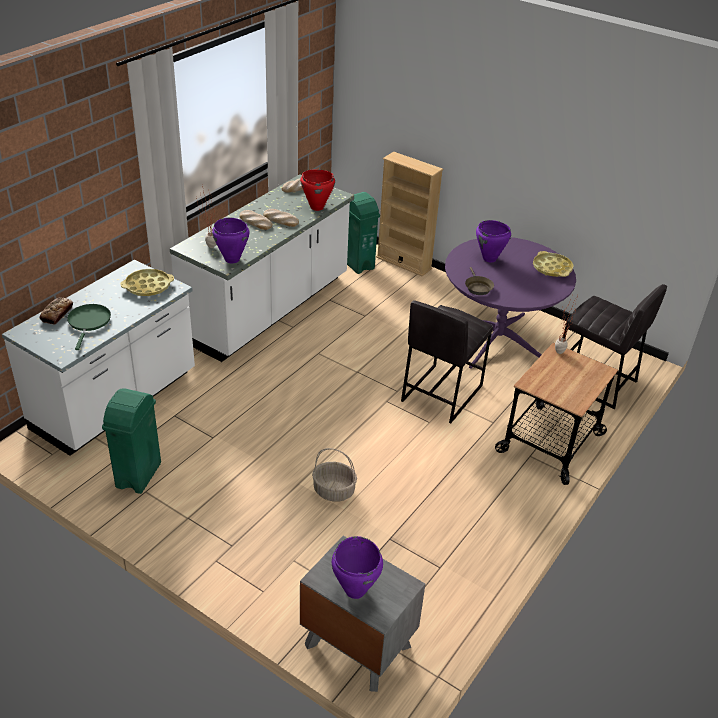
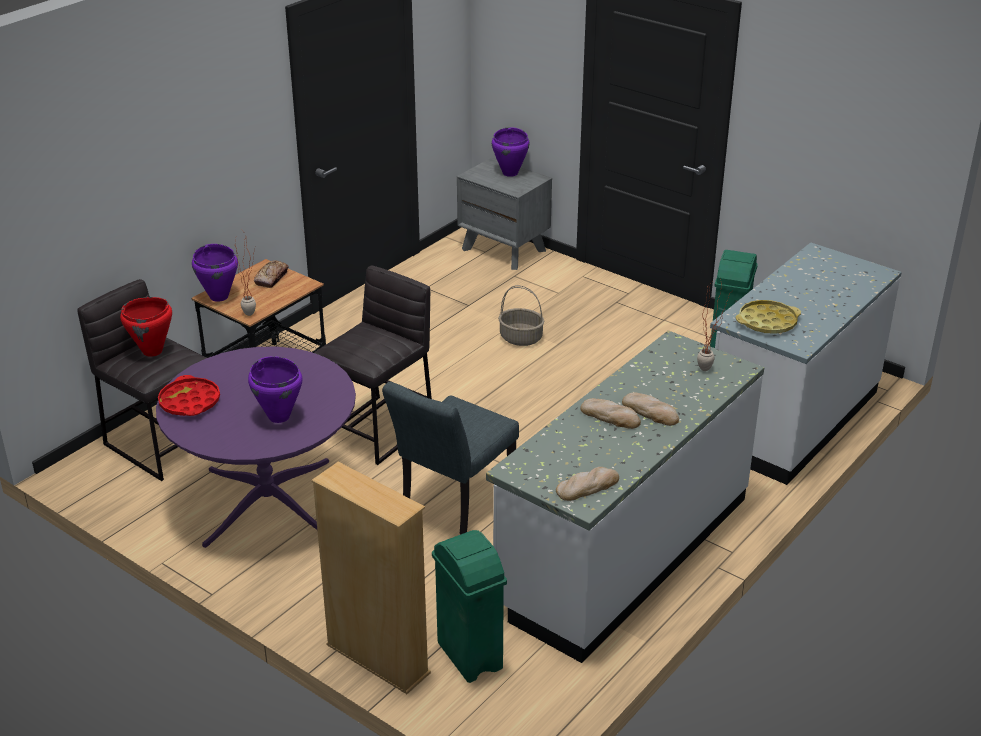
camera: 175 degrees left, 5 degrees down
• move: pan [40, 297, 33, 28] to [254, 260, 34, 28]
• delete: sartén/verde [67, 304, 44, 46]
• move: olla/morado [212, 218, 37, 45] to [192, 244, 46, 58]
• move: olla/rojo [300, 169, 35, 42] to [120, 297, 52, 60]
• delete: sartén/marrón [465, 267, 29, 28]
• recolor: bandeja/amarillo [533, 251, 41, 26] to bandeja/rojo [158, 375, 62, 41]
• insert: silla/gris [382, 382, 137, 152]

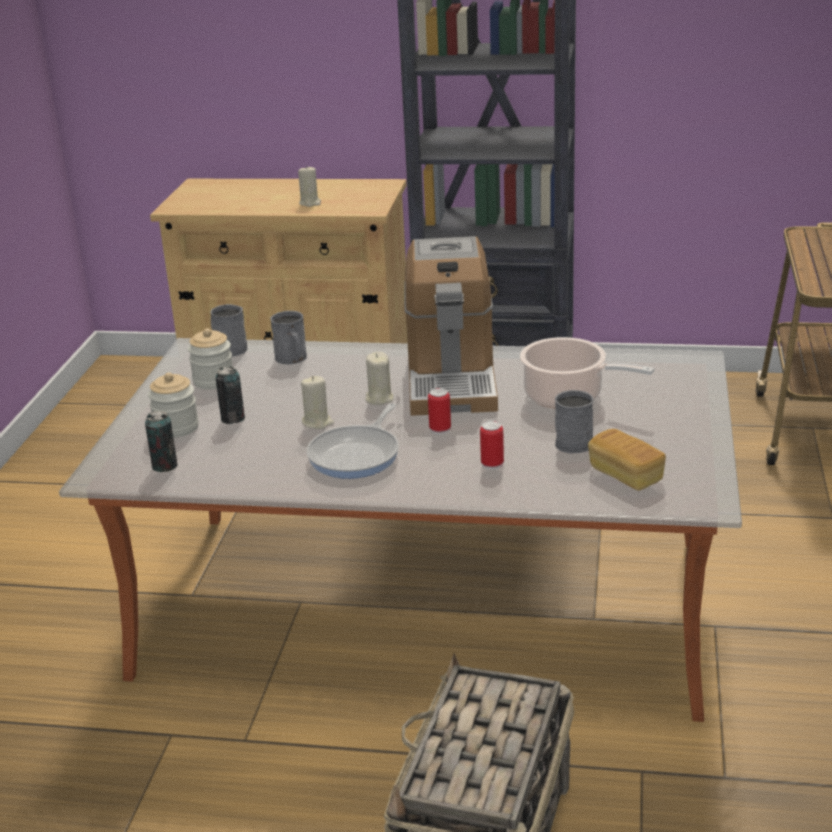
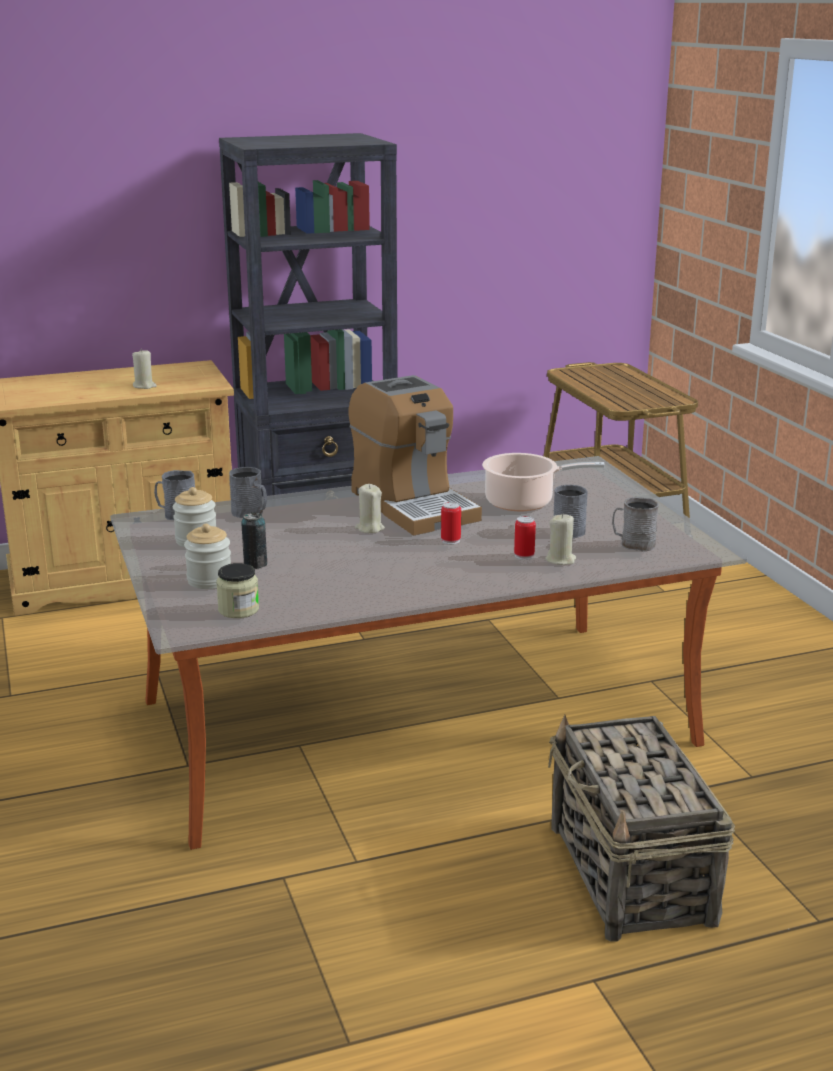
camera: 30 degrees left, 5 degrees down
• replace: lata [145, 411, 32, 61] to tarro [216, 563, 43, 55]
• move: vela/beis [301, 376, 33, 53] to [545, 514, 31, 51]
• delete: sartén [307, 403, 92, 76]
• replace: pan [588, 429, 78, 61] to taza grande/gris [612, 497, 47, 55]

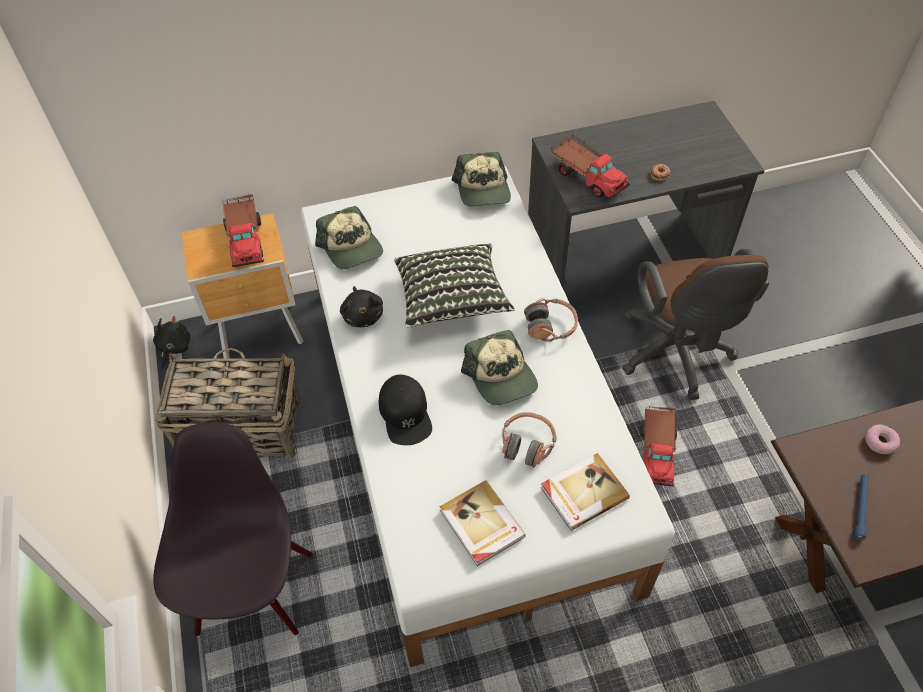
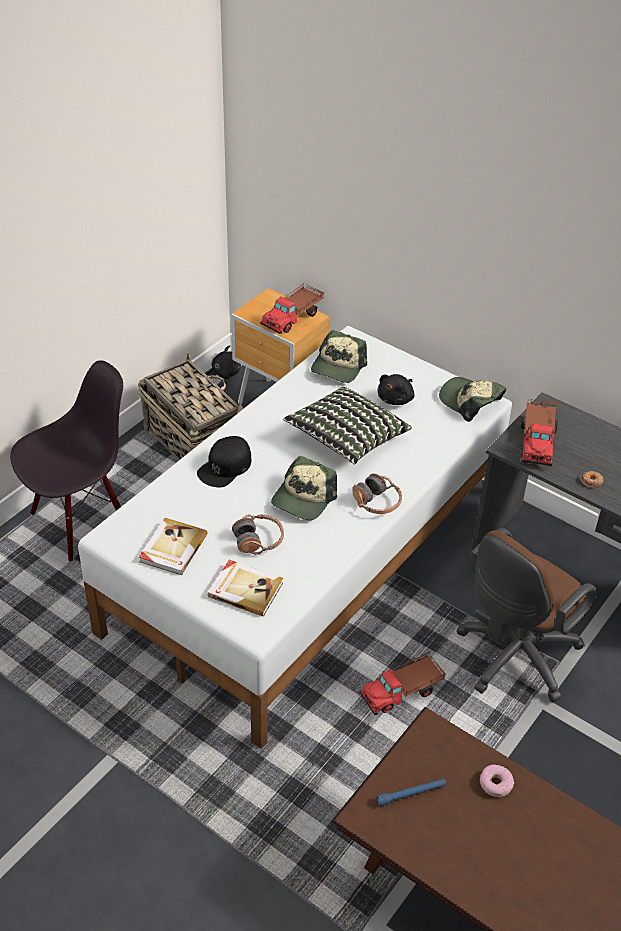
camera: 50 degrees right, 10 degrees down
• move: peluche/negro [340, 286, 43, 41] to [377, 374, 38, 31]
• rotate: gorra [452, 152, 59, 55] = [439, 377, 67, 45] 90 degrees clockwise

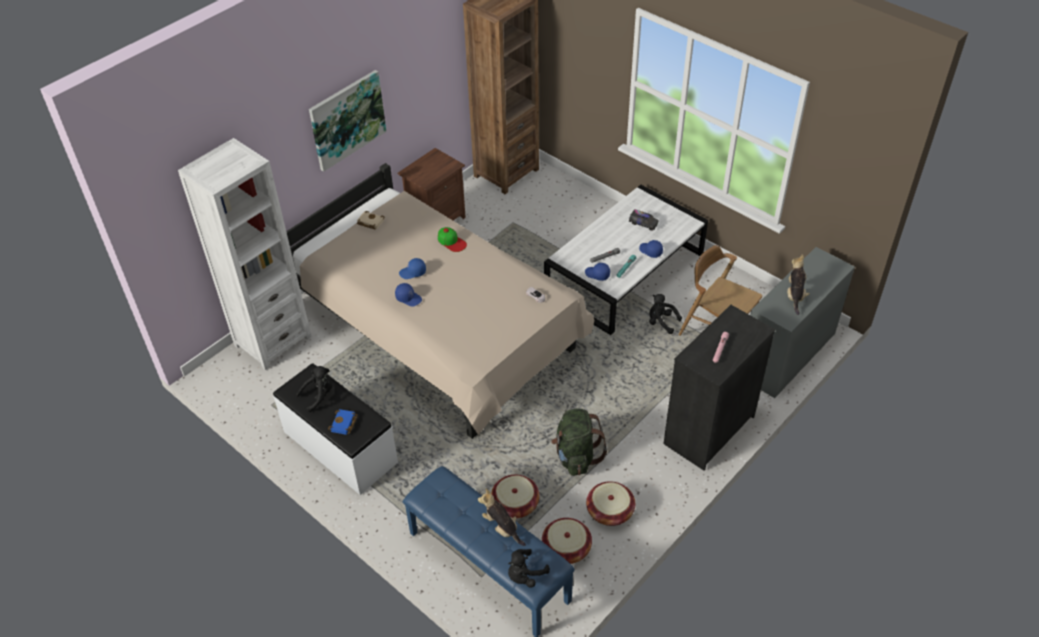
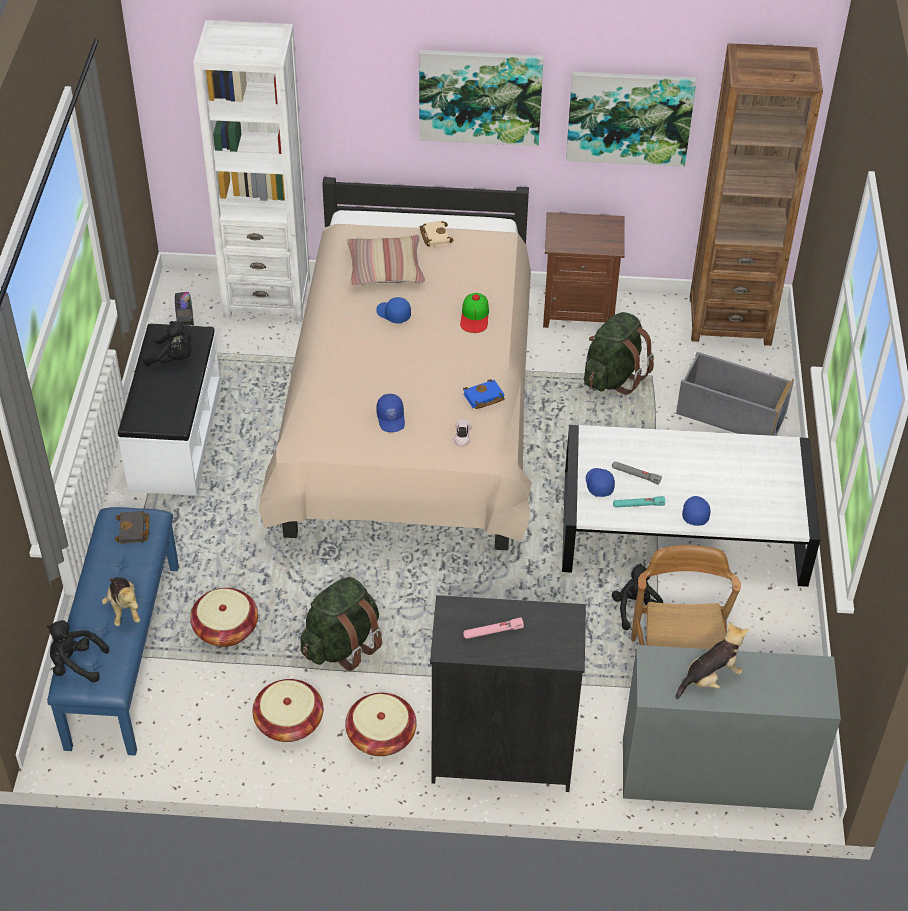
camera: 50 degrees right, 0 degrees up
• move: libro/azul [328, 409, 30, 26] to [463, 379, 42, 30]
• move: gorra/azul [395, 283, 27, 24] to [376, 394, 29, 38]
• rotate: peluche [478, 489, 48, 57] = [102, 577, 38, 49] 150 degrees clockwise
• move: cesta [542, 518, 50, 46] to [345, 693, 72, 63]
• move: camión de juguete [629, 209, 30, 22] to [175, 292, 19, 34]
• insert: libro/negro [115, 511, 35, 33]
• insert: cojín [347, 235, 78, 51]
• insert: cuadro [566, 71, 131, 96]
• insert: mochila/verde [584, 312, 70, 83]
• insert: caja de almacenaje/gris [676, 352, 118, 84]

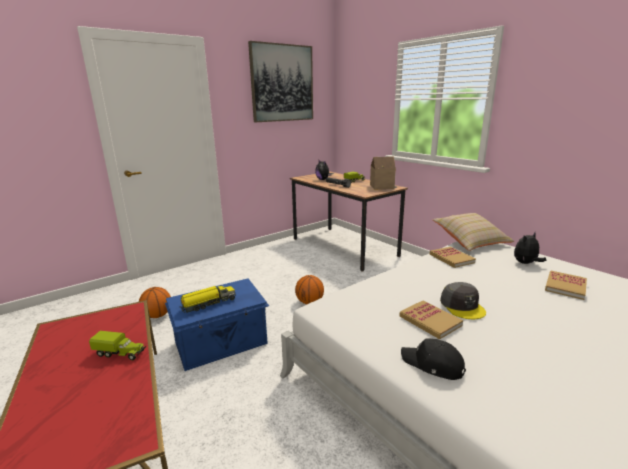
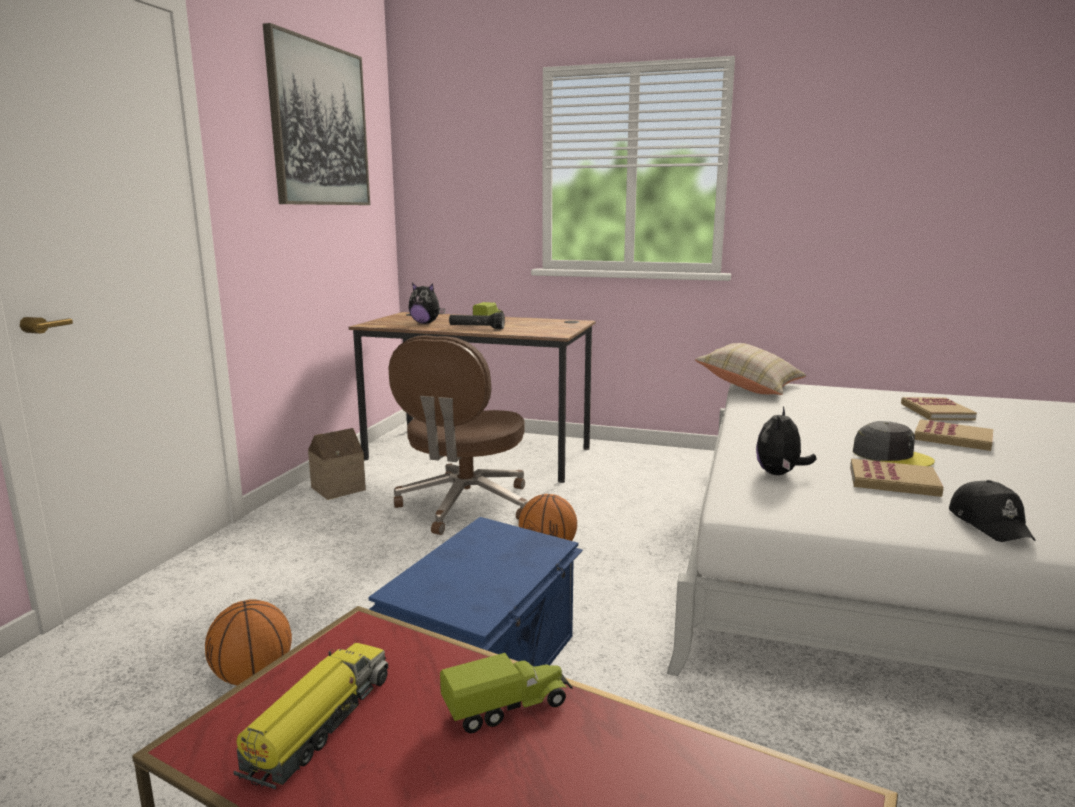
camera: 35 degrees left, 5 degrees down
• move: camión de juguete [180, 285, 56, 28] to [233, 643, 155, 147]
• move: casita [370, 156, 26, 33] to [308, 428, 58, 72]
• rotate: gorra/negro [401, 338, 65, 42] = [949, 480, 87, 62] 90 degrees counterclockwise
• move: libro [430, 247, 46, 21] to [914, 419, 79, 32]
• move: peluche [514, 233, 32, 31] to [756, 407, 60, 68]
• insert: silla de oficina/marrón [389, 335, 139, 200]

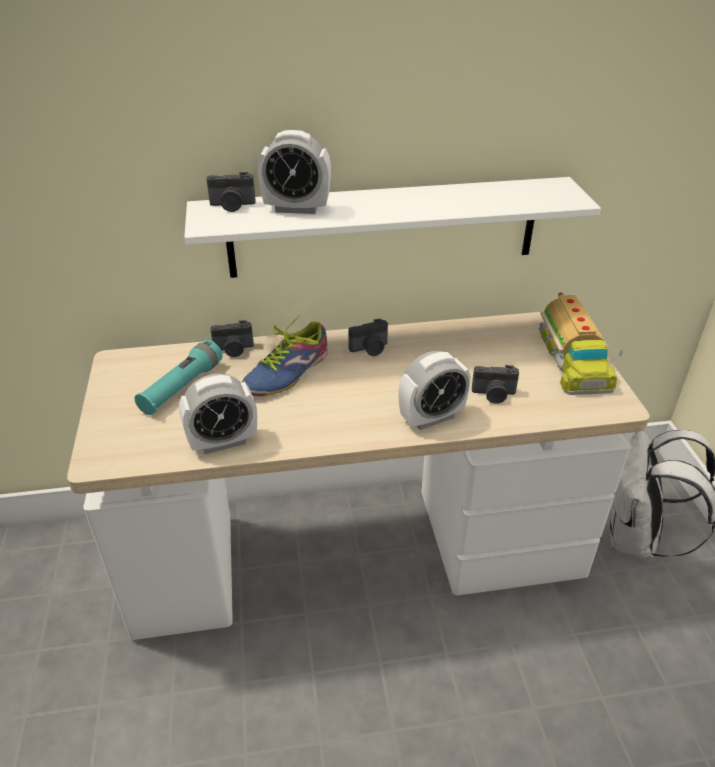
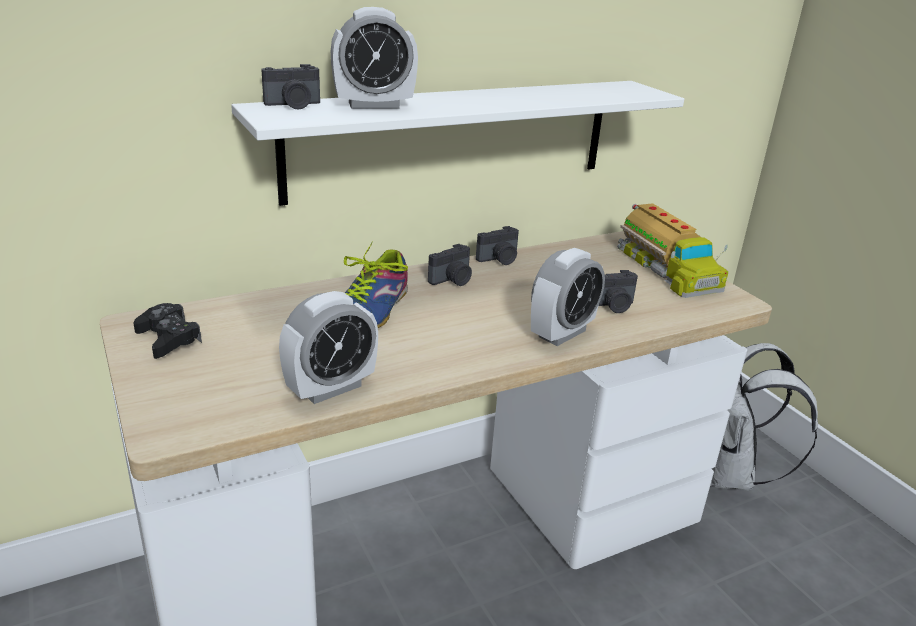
camera: 20 degrees left, 10 degrees down
• delete: linterna/turquesa [135, 340, 87, 75]
• move: cámara [210, 320, 44, 37] to [476, 226, 43, 39]
• insert: mando de consola/negro [133, 303, 69, 56]

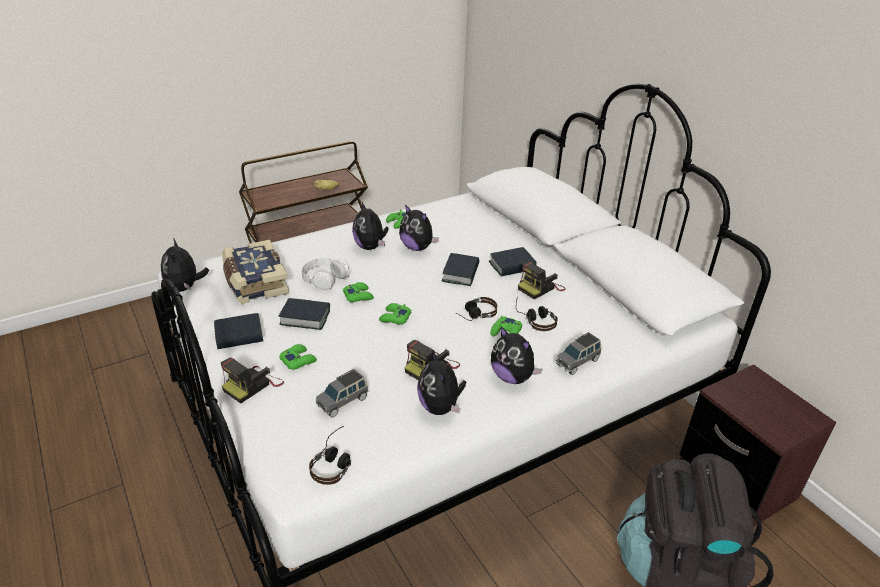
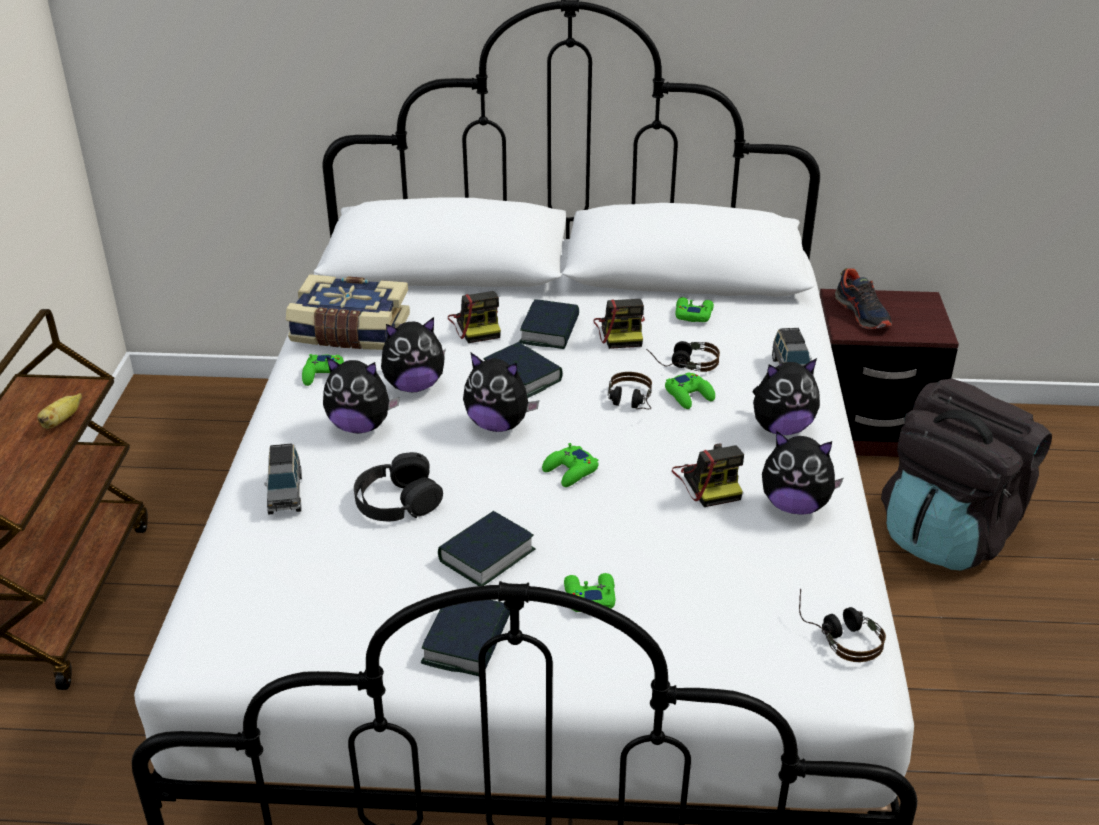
camera: 55 degrees left, 0 degrees up
• move: peluche [161, 238, 48, 54] to [463, 353, 76, 79]
• move: cámara [220, 358, 64, 46] to [448, 291, 53, 52]
• move: libro [222, 240, 67, 64] to [286, 274, 124, 76]
• recolor: auriculares/blanco [301, 257, 49, 33] to auriculares/negro [354, 452, 89, 69]
• move: coche de juguete/gris [316, 369, 52, 49] to [264, 443, 38, 72]
• move: mando de consola/verde [343, 282, 31, 20] to [675, 297, 39, 25]
• insert: zapato [835, 268, 57, 62]

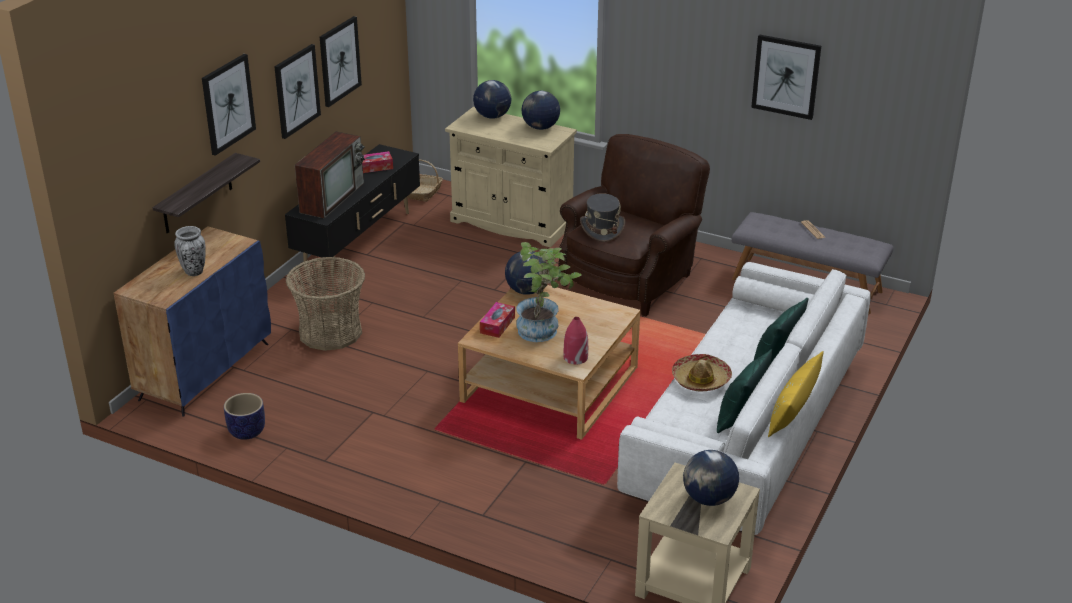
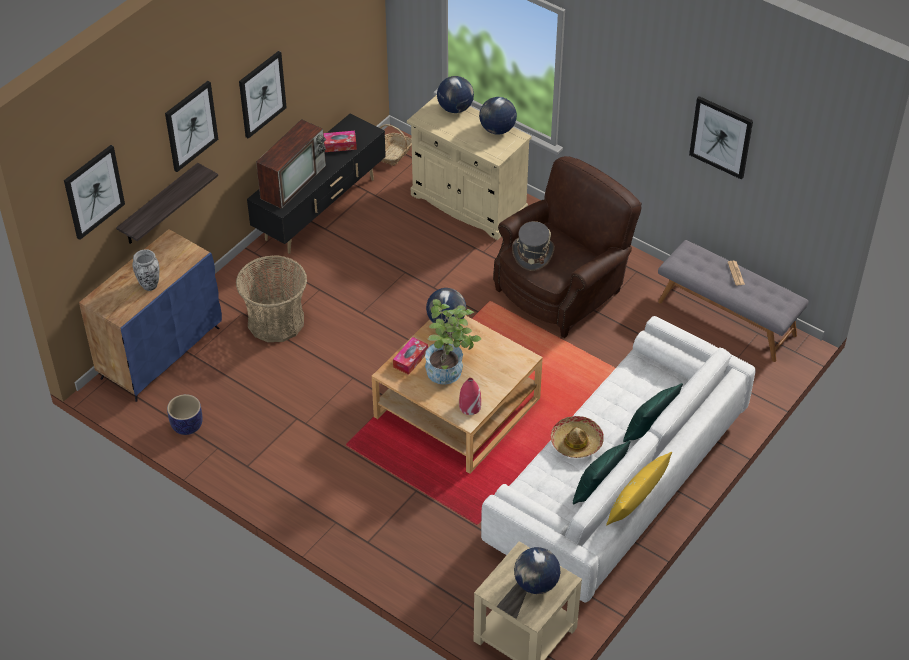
camera: 10 degrees right, 15 degrees up
• move: cuadro [320, 16, 42, 91] to [64, 145, 61, 95]

